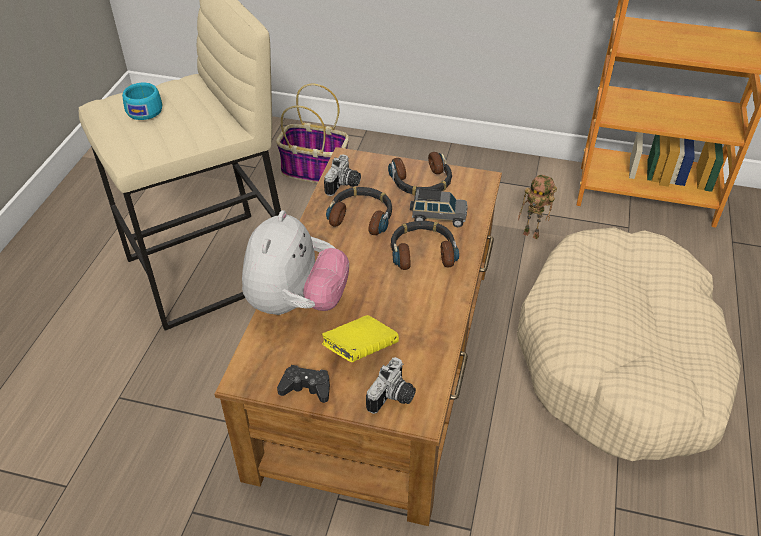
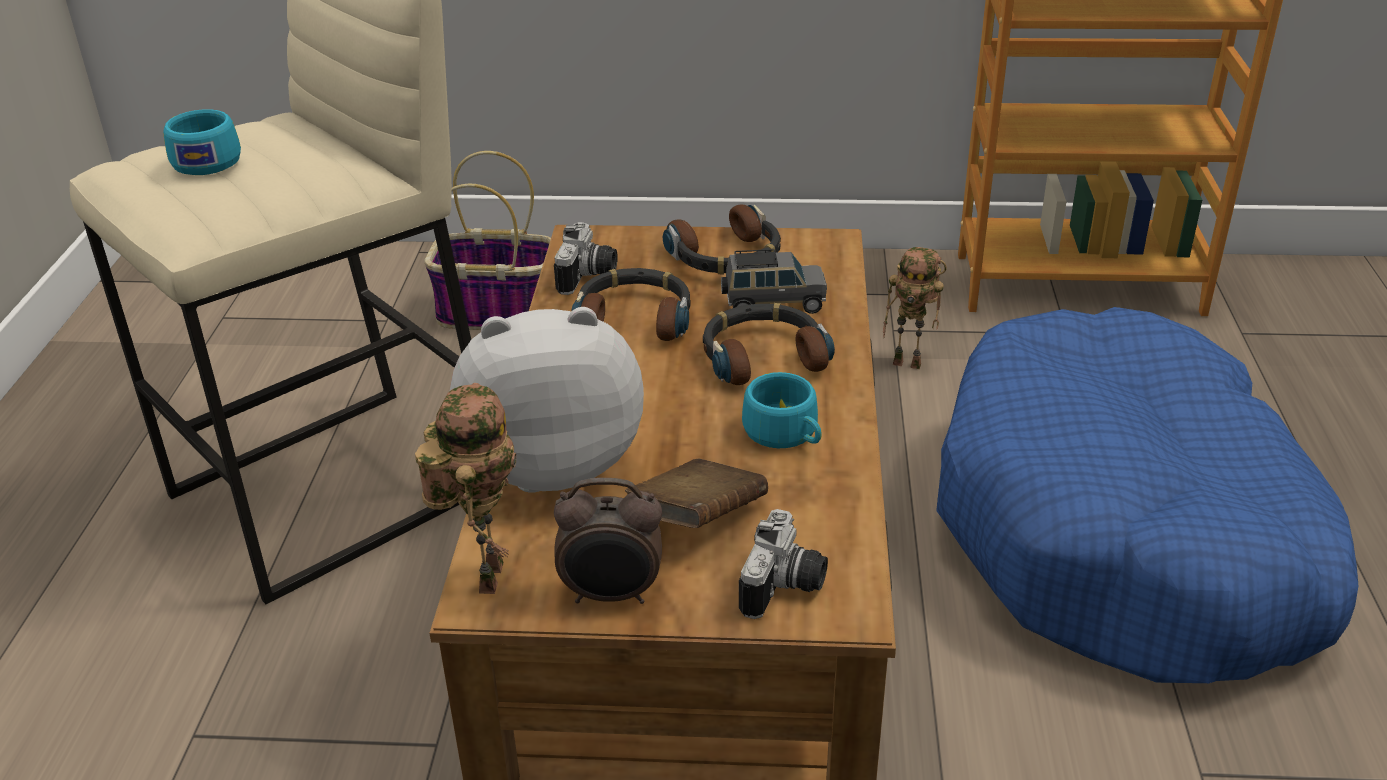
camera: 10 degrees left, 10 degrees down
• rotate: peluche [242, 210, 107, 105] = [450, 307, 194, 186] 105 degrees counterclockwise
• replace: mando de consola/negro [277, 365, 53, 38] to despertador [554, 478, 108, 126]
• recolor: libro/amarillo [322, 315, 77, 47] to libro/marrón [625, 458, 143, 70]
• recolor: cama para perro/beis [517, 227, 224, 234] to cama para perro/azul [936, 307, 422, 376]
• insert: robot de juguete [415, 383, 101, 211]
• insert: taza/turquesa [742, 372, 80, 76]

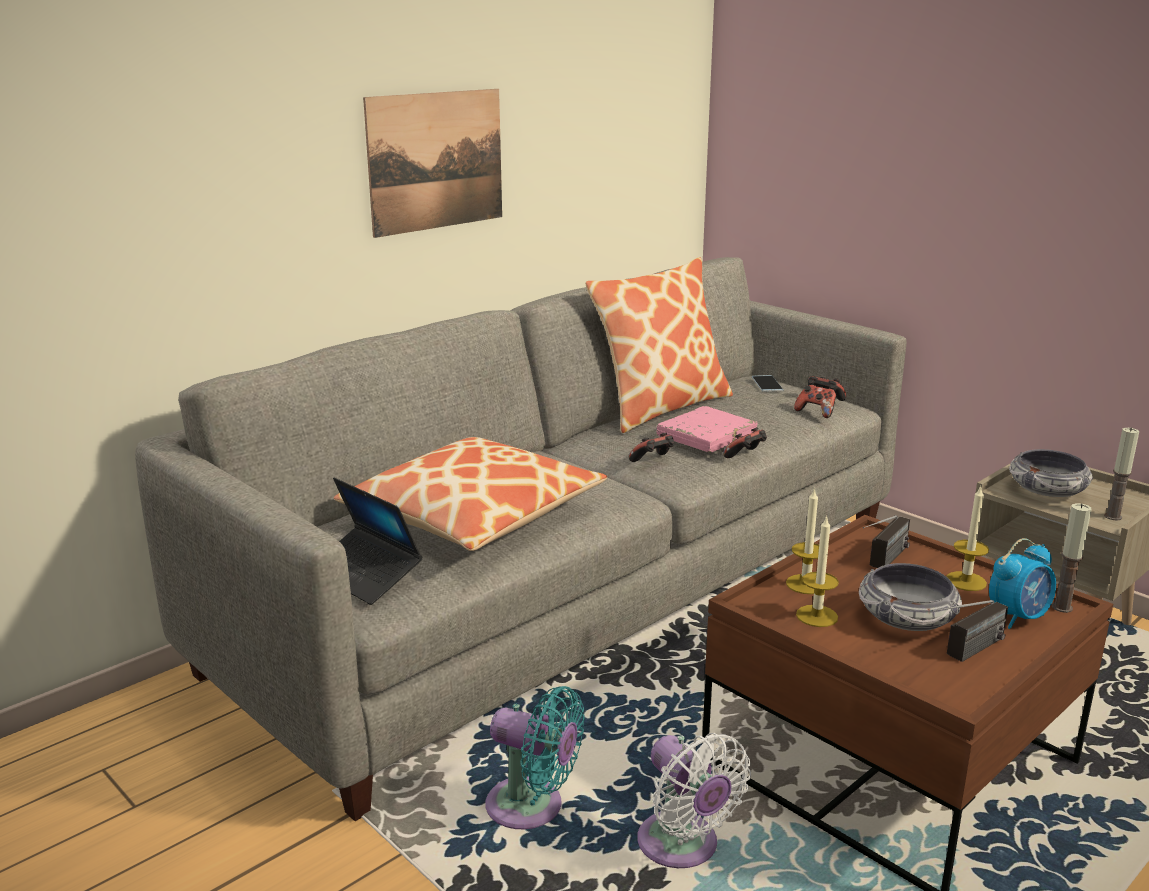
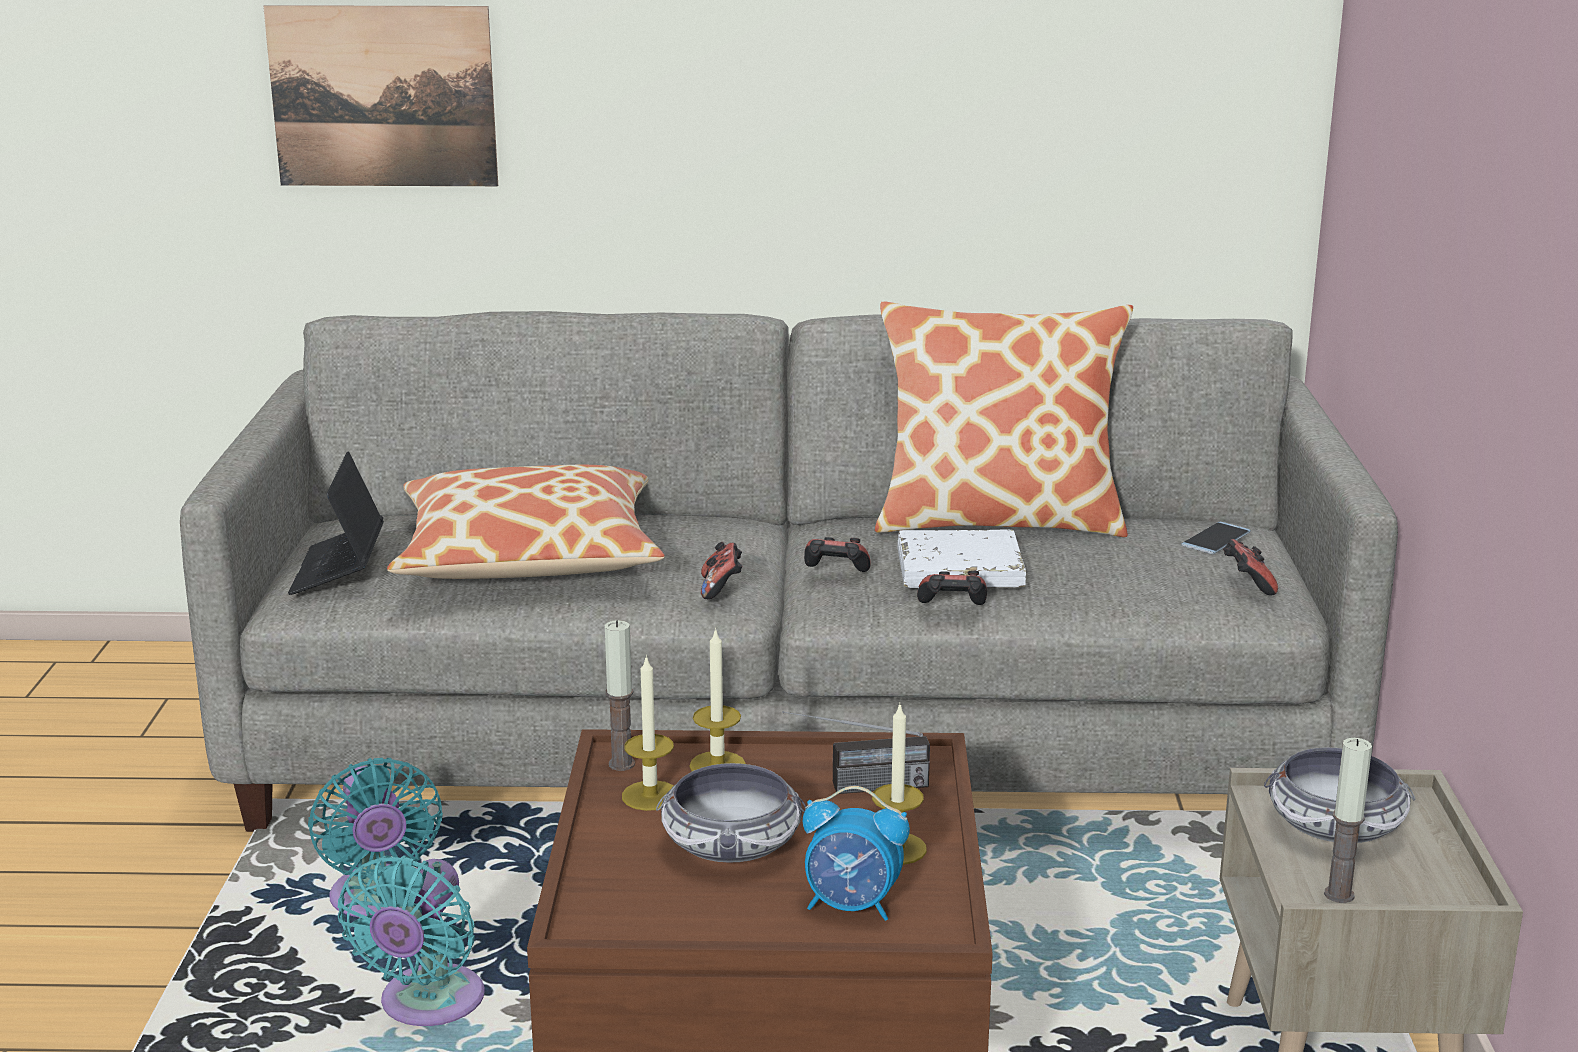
camera: 45 degrees right, 0 degrees up
• move: cuadro [363, 89, 139, 149] to [263, 5, 235, 181]
• recolor: ventilador/blanco [637, 733, 114, 135] to ventilador/turquesa [338, 855, 147, 171]
• recolor: libro/rosa [656, 406, 101, 46] to libro/blanco [897, 530, 129, 58]
• move: mando de consola [794, 385, 42, 33] to [701, 542, 42, 57]
• delete: radio [932, 600, 76, 62]
• move: vela [1052, 503, 40, 110] to [605, 620, 30, 151]

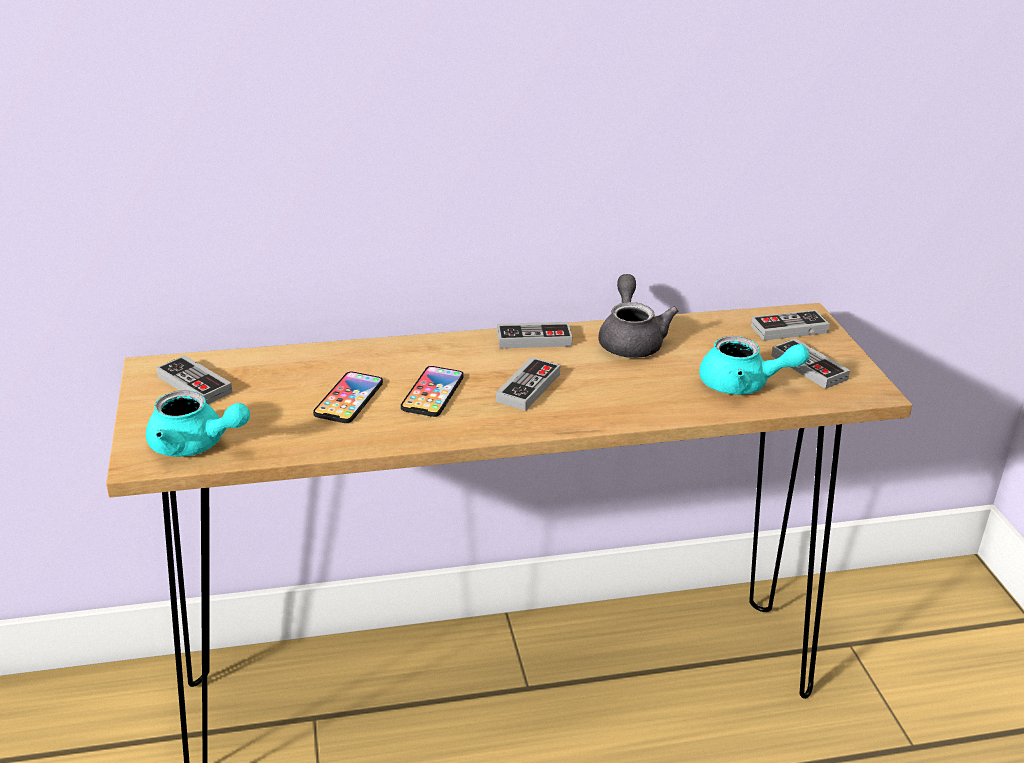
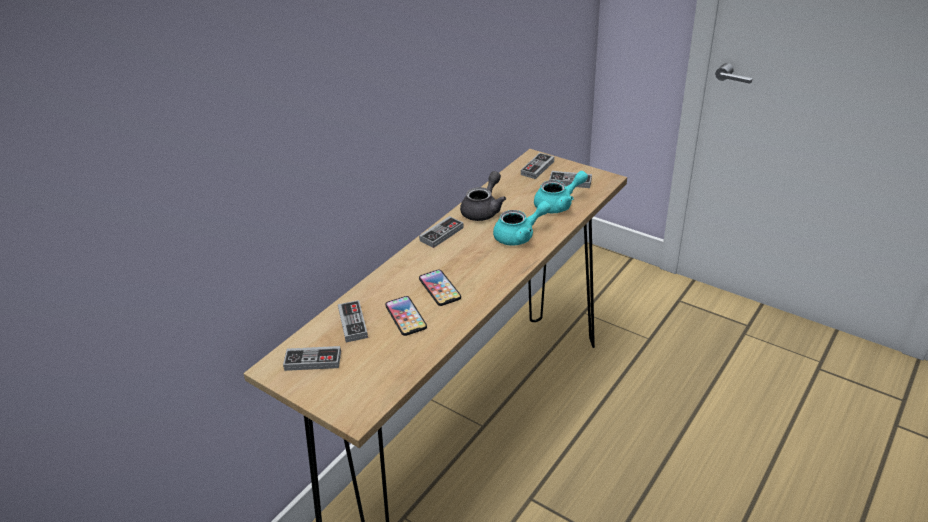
camera: 40 degrees left, 5 degrees up
• move: tetera/turquesa [146, 390, 104, 67] to [493, 201, 58, 45]
• move: mando de consola [496, 357, 64, 54] to [338, 300, 30, 42]
• rotate: tetera/gris [598, 274, 80, 84] = [460, 171, 46, 50] 75 degrees clockwise

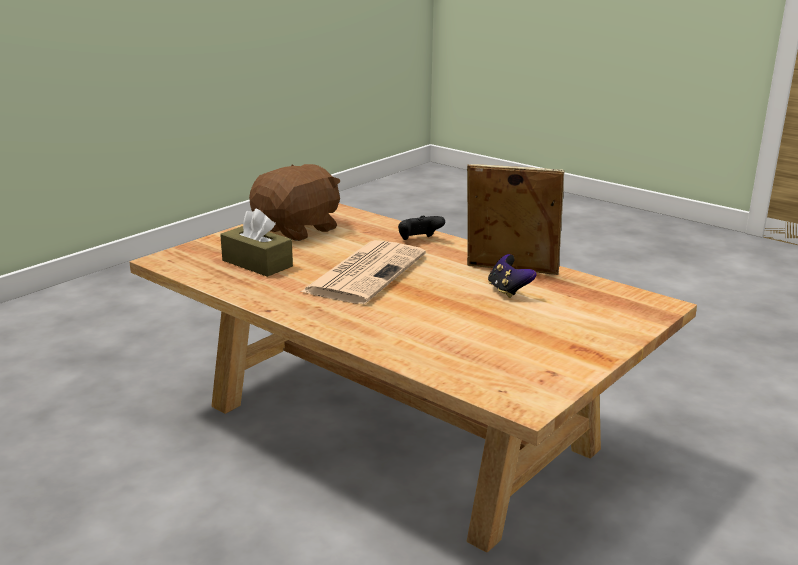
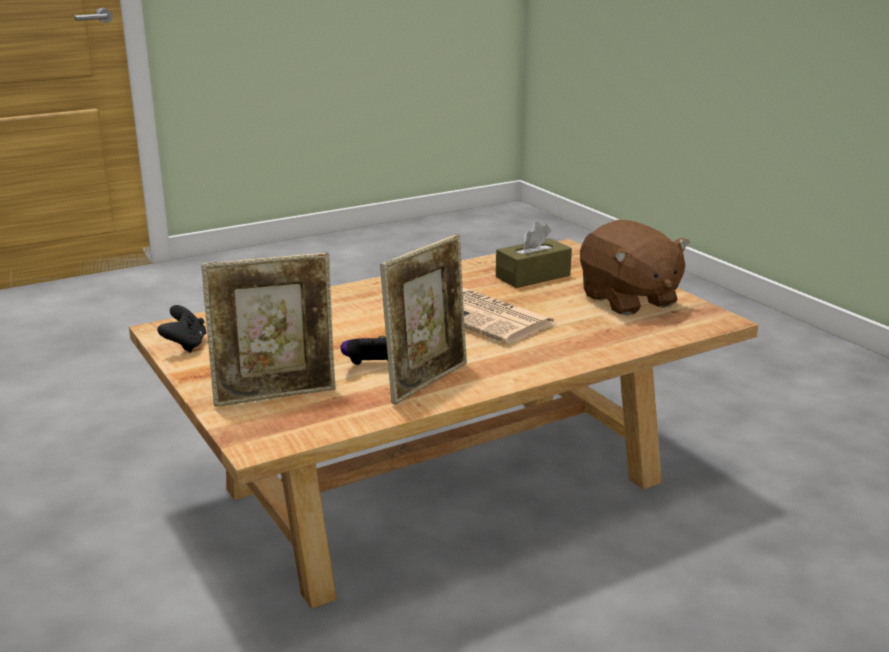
camera: 110 degrees right, 0 degrees up
• move: mando de consola/negro [398, 216, 47, 24] to [157, 305, 49, 48]
• insert: portarretratos [201, 253, 135, 154]

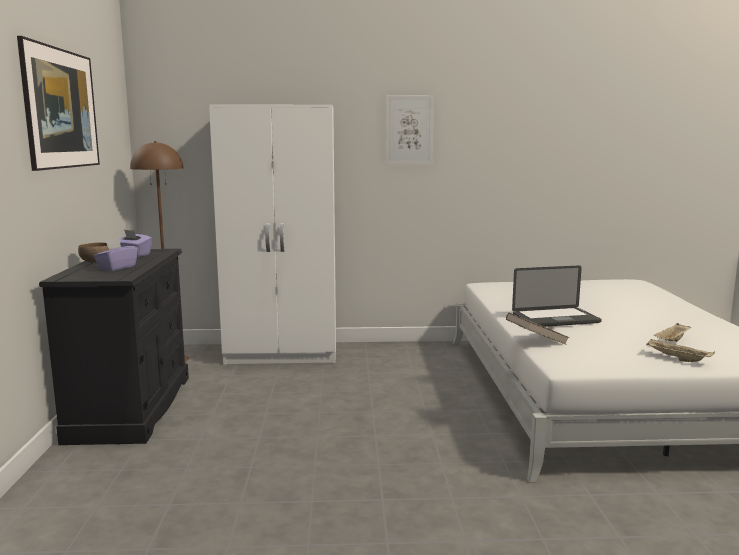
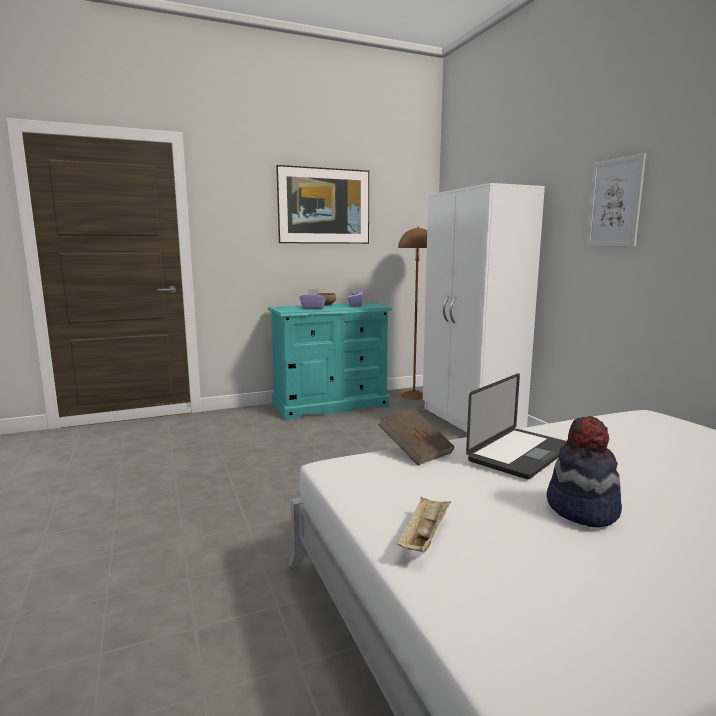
camera: 70 degrees right, 0 degrees up
• recolor: cómoda/negro [39, 249, 150, 196] to cómoda/turquesa [268, 303, 124, 117]
• rotate: portátil [512, 265, 90, 62] = [466, 373, 101, 106] 105 degrees counterclockwise
• delete: bandeja/beis [654, 323, 37, 19]
• insert: sombrero [547, 416, 75, 112]

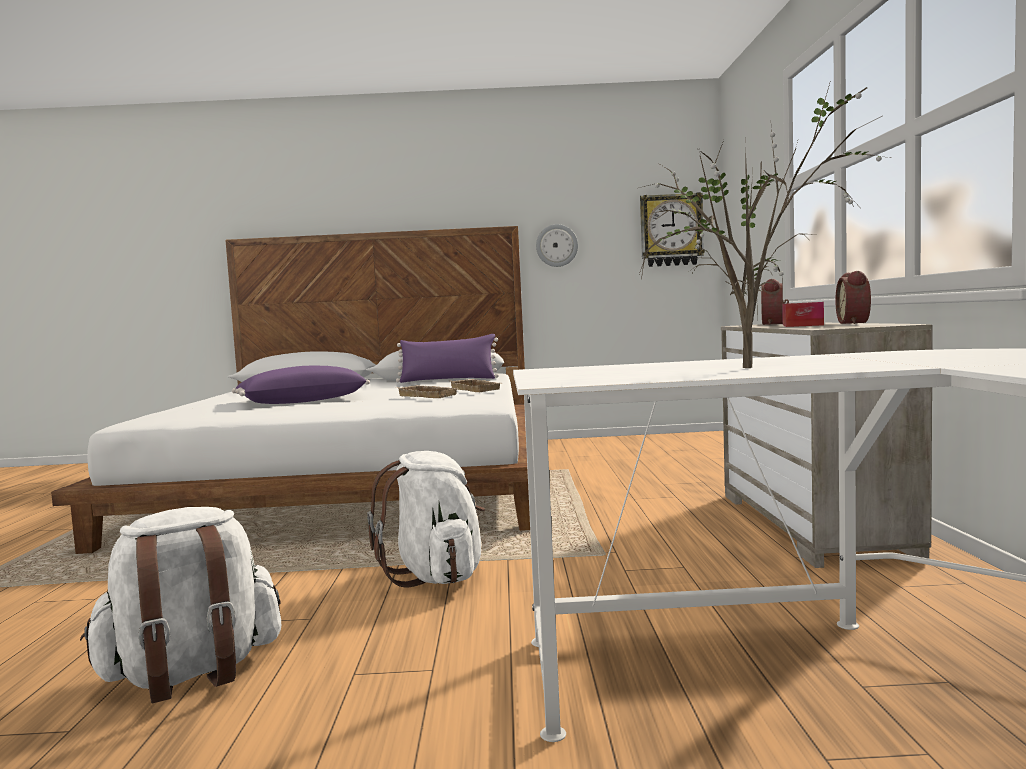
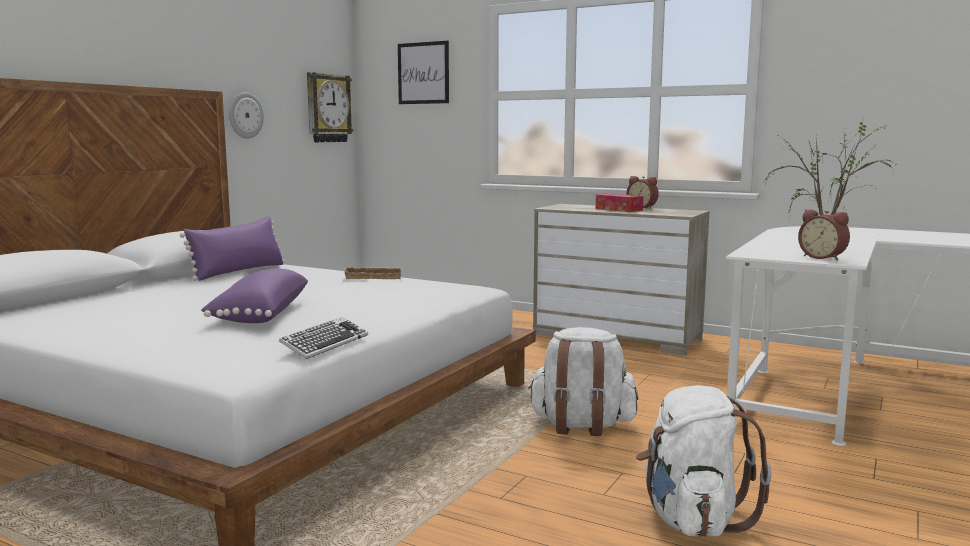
camera: 60 degrees left, 5 degrees up
• delete: bandeja/beis [396, 385, 63, 13]
• move: despertador [761, 279, 28, 46] to [798, 209, 52, 52]
• insert: teclado [279, 317, 89, 42]
• insert: cuadro [398, 41, 51, 63]

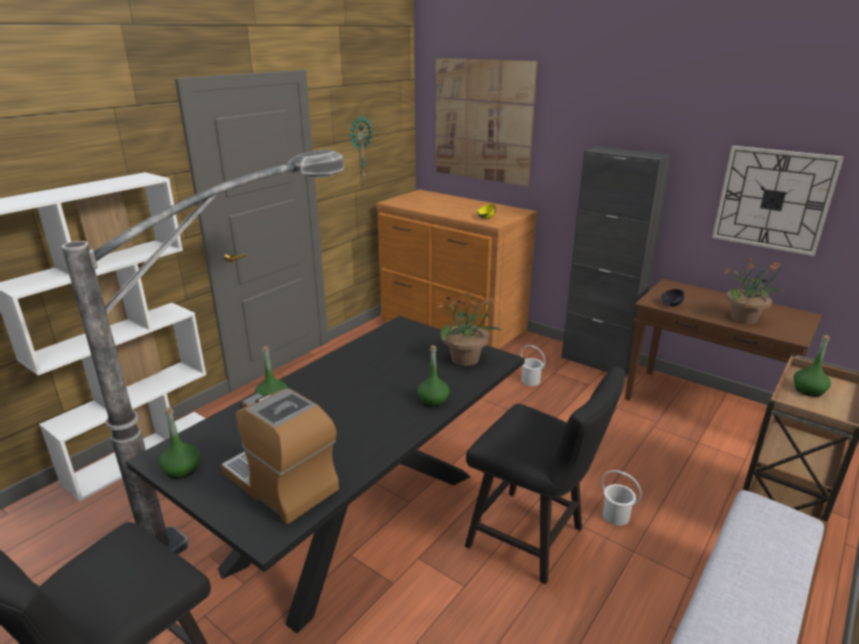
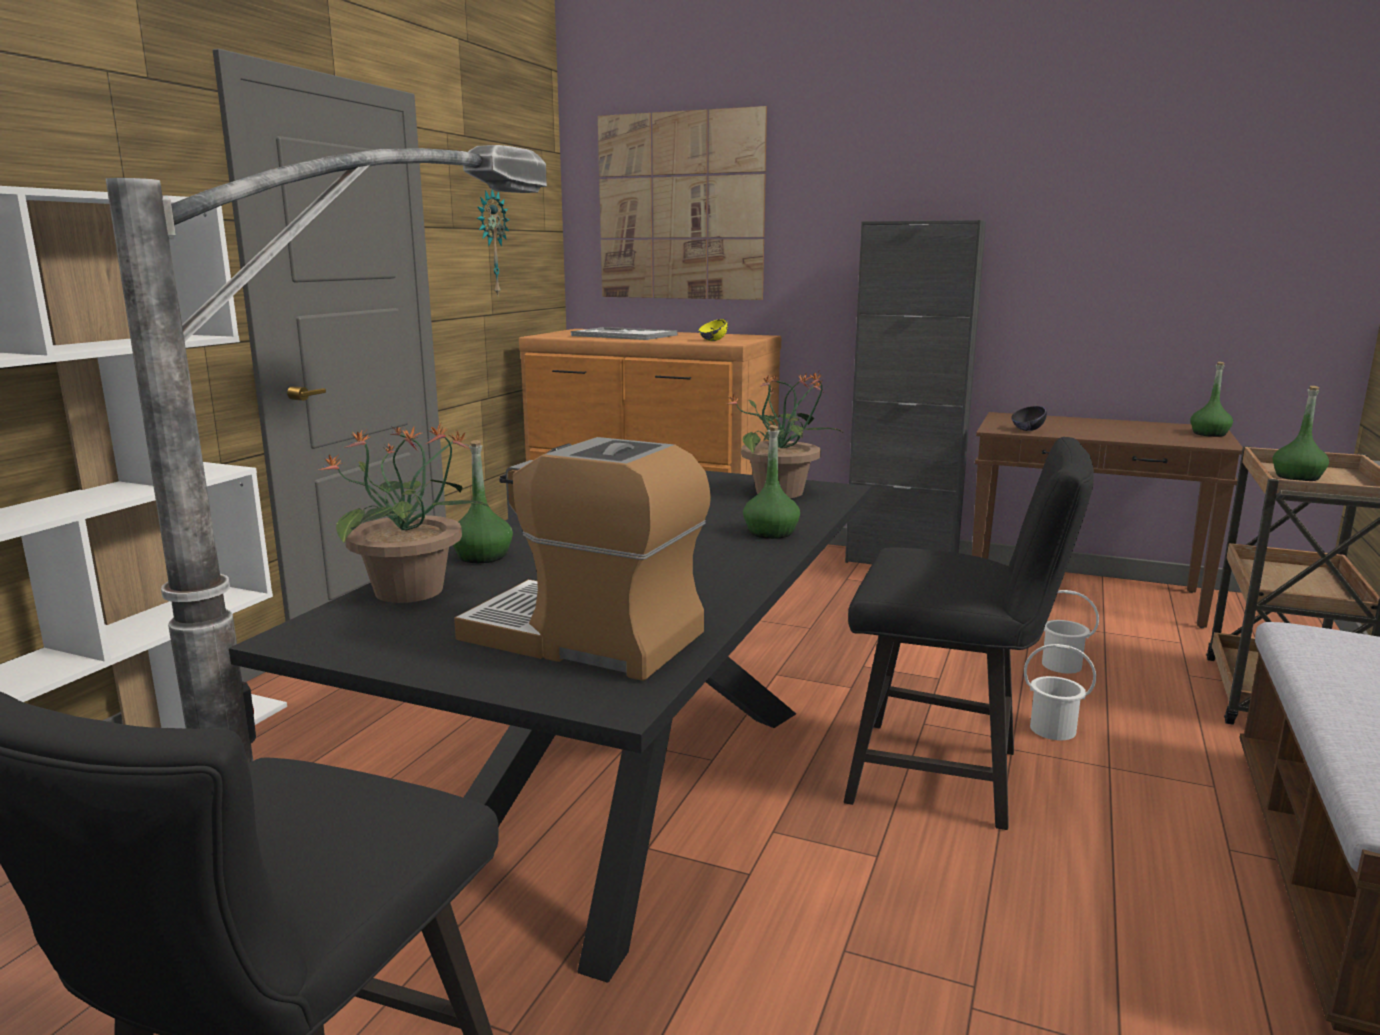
camera: 15 degrees left, 10 degrees down
• move: botella/verde [159, 408, 41, 71] to [1190, 362, 43, 75]
• move: cubo/blanco [521, 345, 24, 41] to [1042, 590, 57, 84]
• delete: reloj de pared [712, 146, 132, 110]
• move: planta en maceta [725, 258, 62, 66] to [318, 423, 172, 180]
• insert: bandeja [571, 327, 107, 13]

